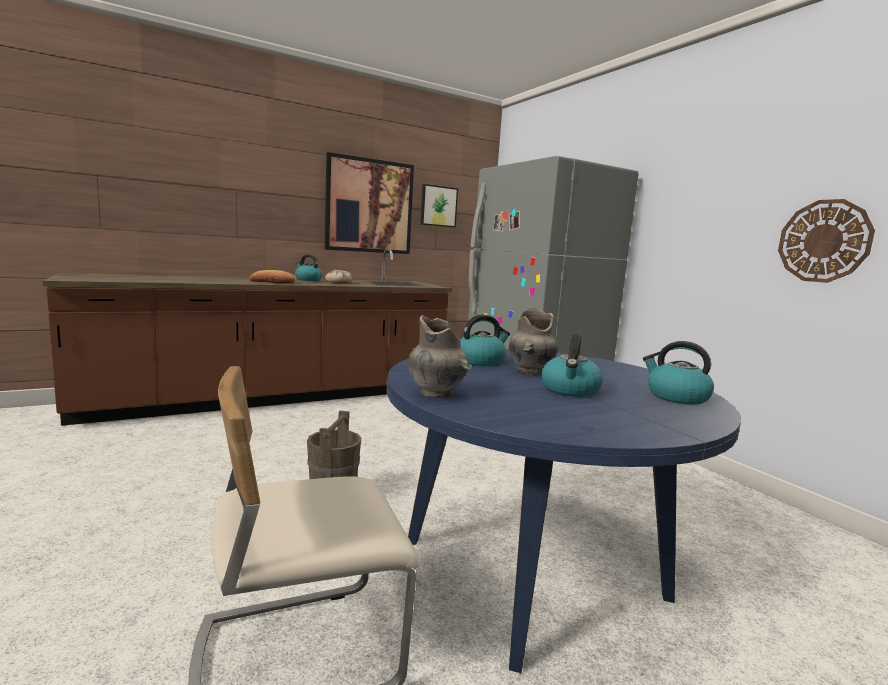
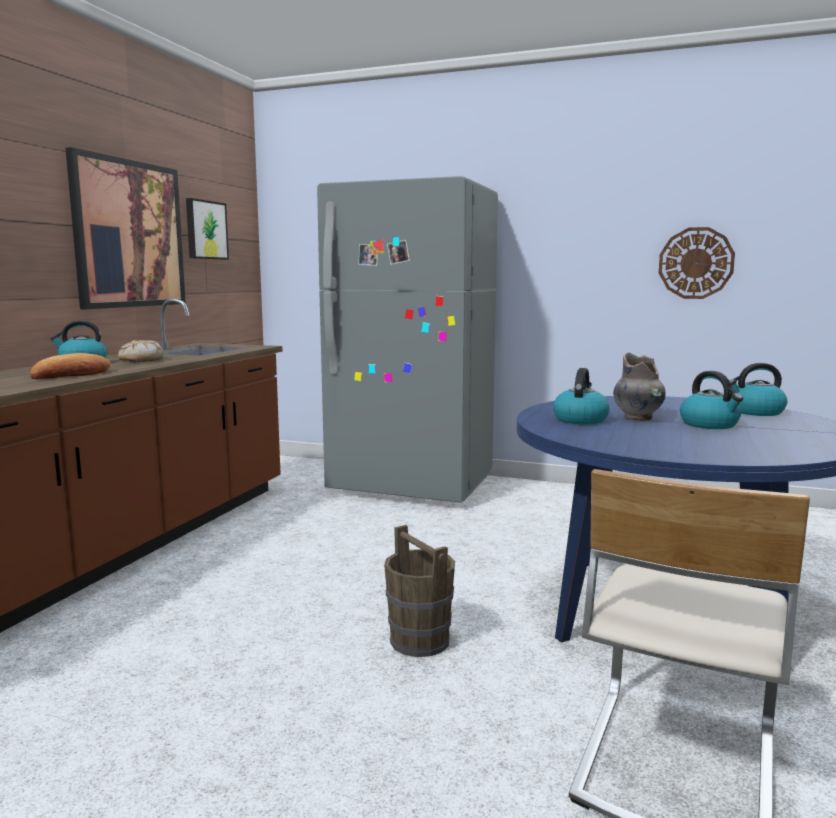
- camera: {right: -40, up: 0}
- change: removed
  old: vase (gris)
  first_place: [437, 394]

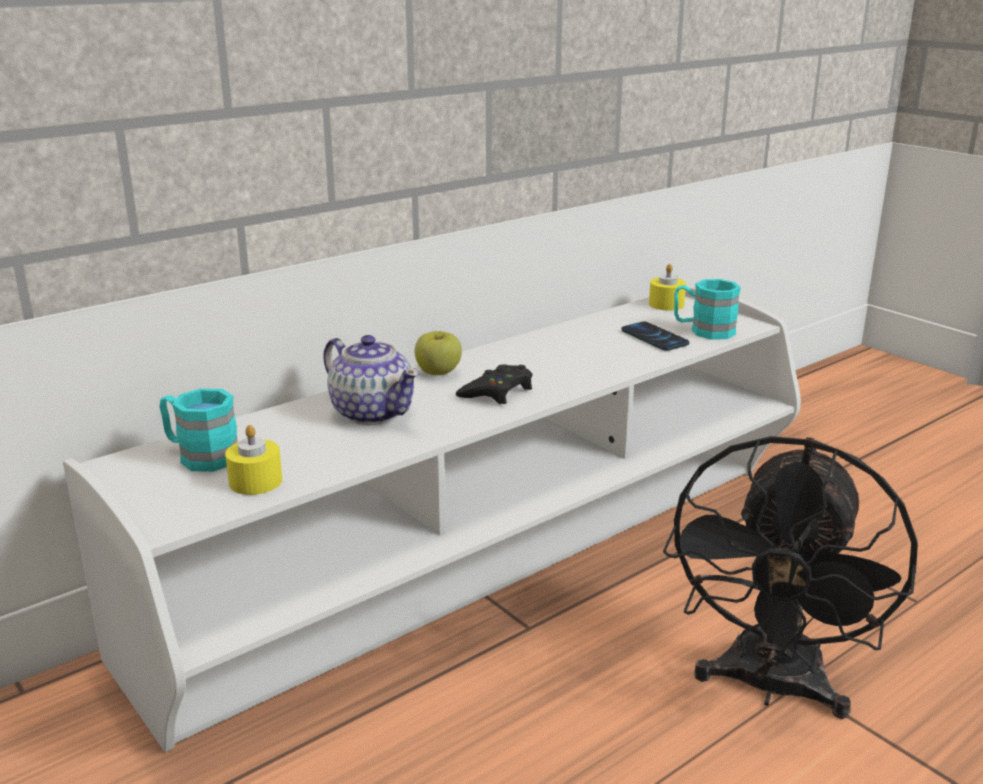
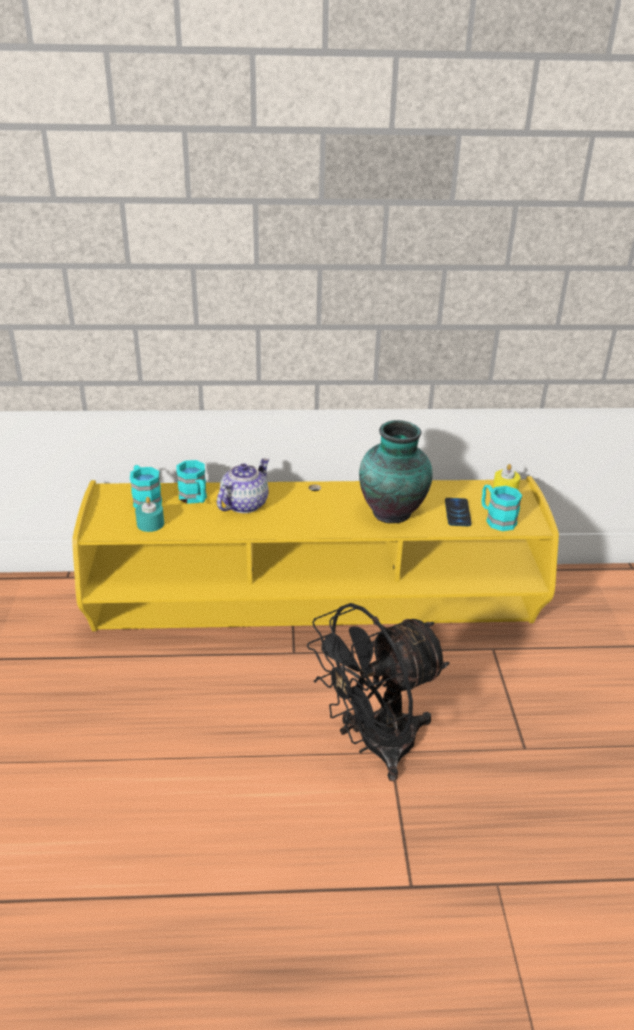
- camera: {right: 35, up: 10}
- change: recoloured
  old: meuble télé (blanc)
  new: meuble télé (jaune)
  first_place: [492, 563]
  second_place: [315, 609]
- change: removed
  old: pomme
  first_place: [439, 372]
- change: turned
  old: théière
  first_place: [372, 412]
  second_place: [243, 504]
  degrees: -135
- change: removed
  old: manette (noir)
  first_place: [497, 392]
- change: recoloured
  old: bougie (jaune)
  new: bougie (turquoise)
  first_place: [255, 481]
  second_place: [150, 524]
- change: added
  new: vase
  second_place: [393, 512]
- change: added
  new: mug (turquoise)
  second_place: [195, 498]

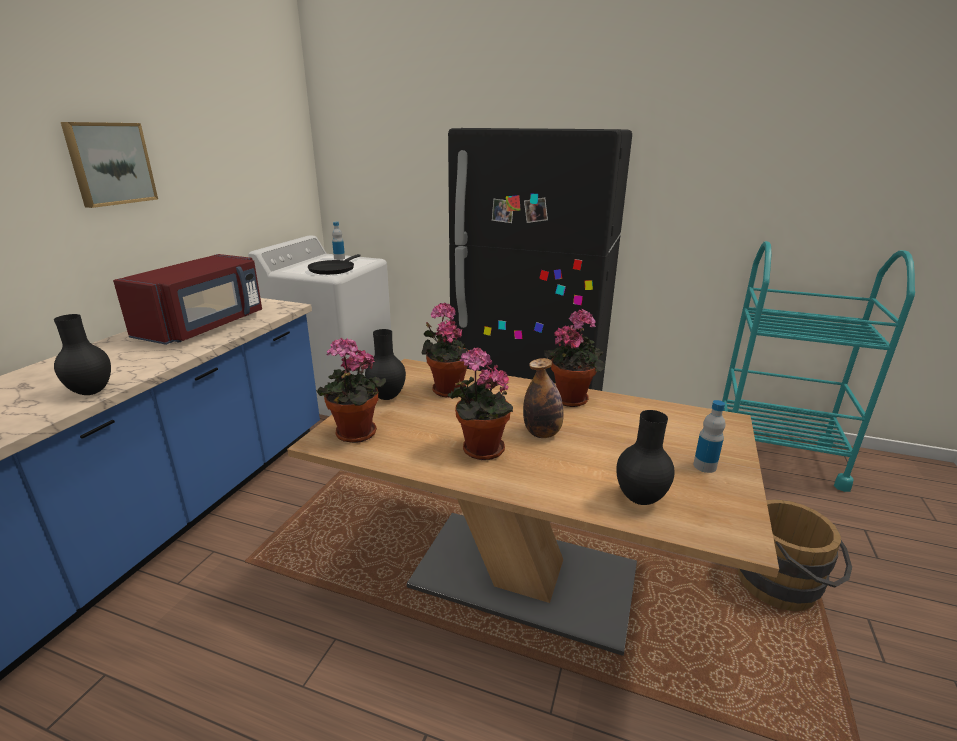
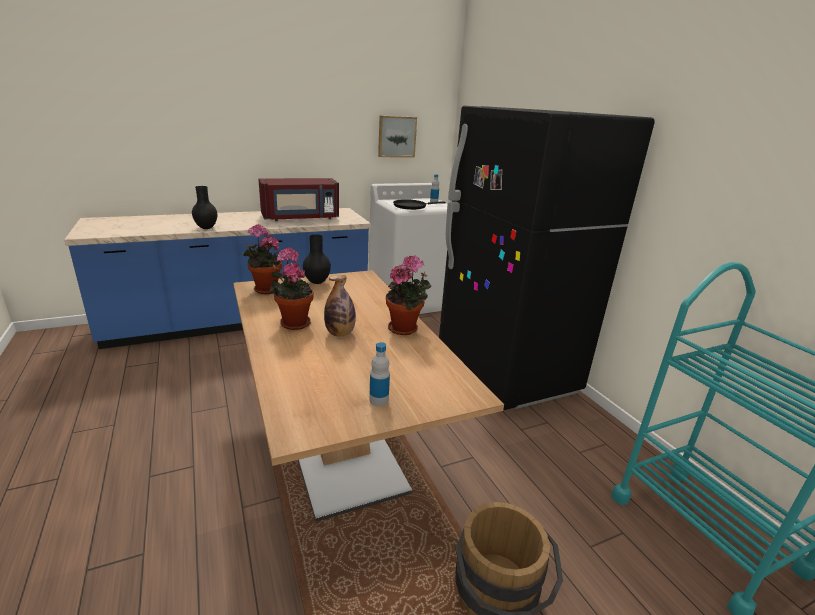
- camera: {right: 45, up: 0}
- change: moved
  old: tableau
  first_place: [110, 163]
  second_place: [396, 136]
- change: removed
  old: plante en pot
  first_place: [447, 389]
- change: removed
  old: vase (noir)
  first_place: [638, 498]

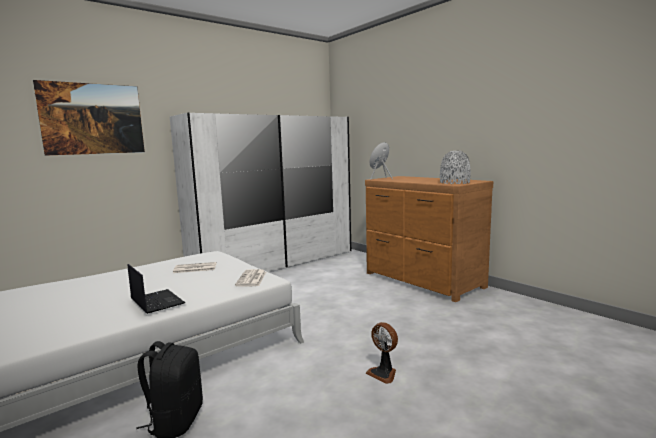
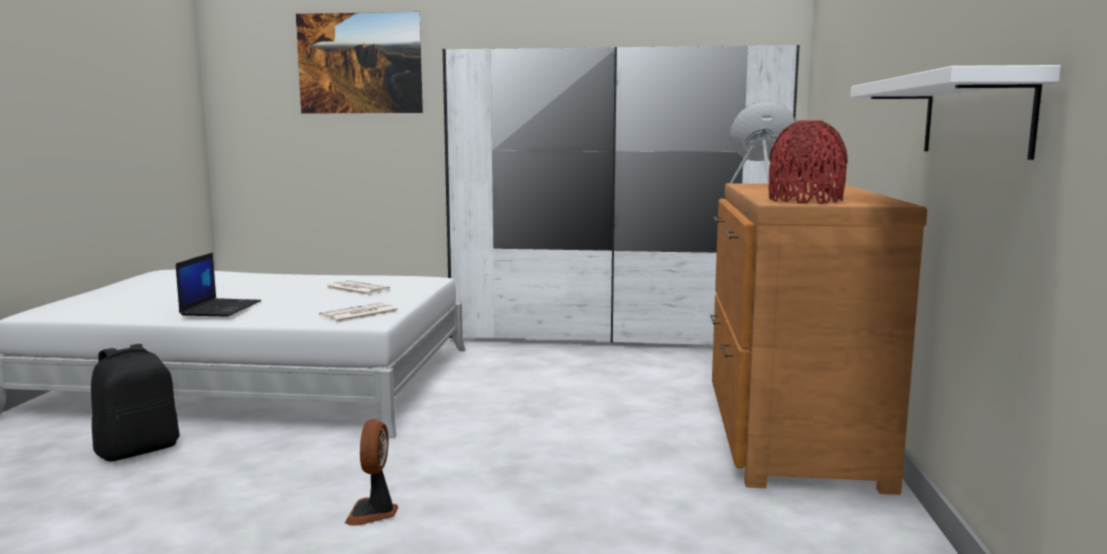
- camera: {right: 45, up: 0}
- change: recoloured
  old: vase (gris)
  new: vase (rouge)
  first_place: [454, 183]
  second_place: [805, 200]
- change: added
  new: étagère (blanc)
  second_place: [975, 116]

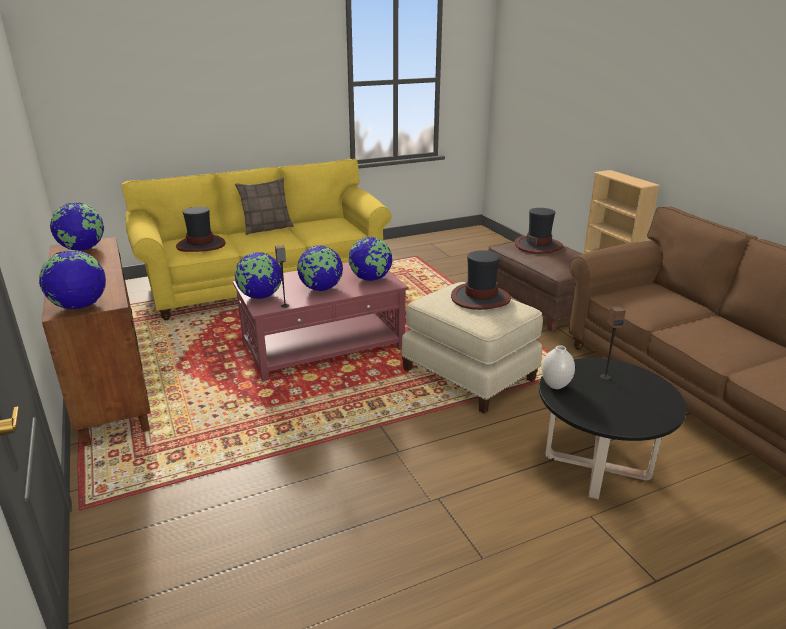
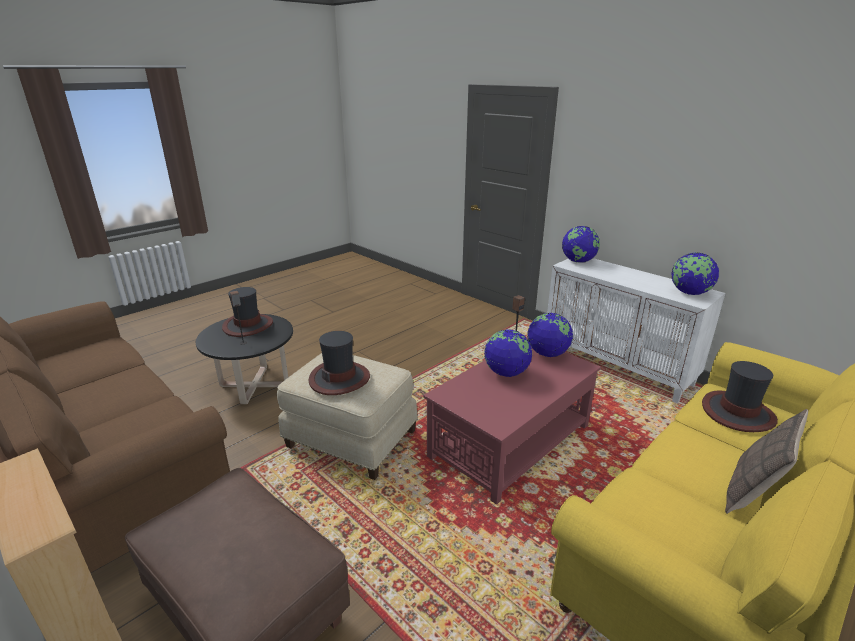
- camera: {right: 160, up: 0}
- change: moved
  old: chapeau
  first_place: [538, 245]
  second_place: [248, 325]
- change: recoloured
  old: meuble de rangement (marron)
  new: meuble de rangement (blanc)
  first_place: [111, 388]
  second_place: [617, 366]
- change: removed
  old: globe
  first_place: [371, 279]
- change: removed
  old: vase (blanc)
  first_place: [555, 385]

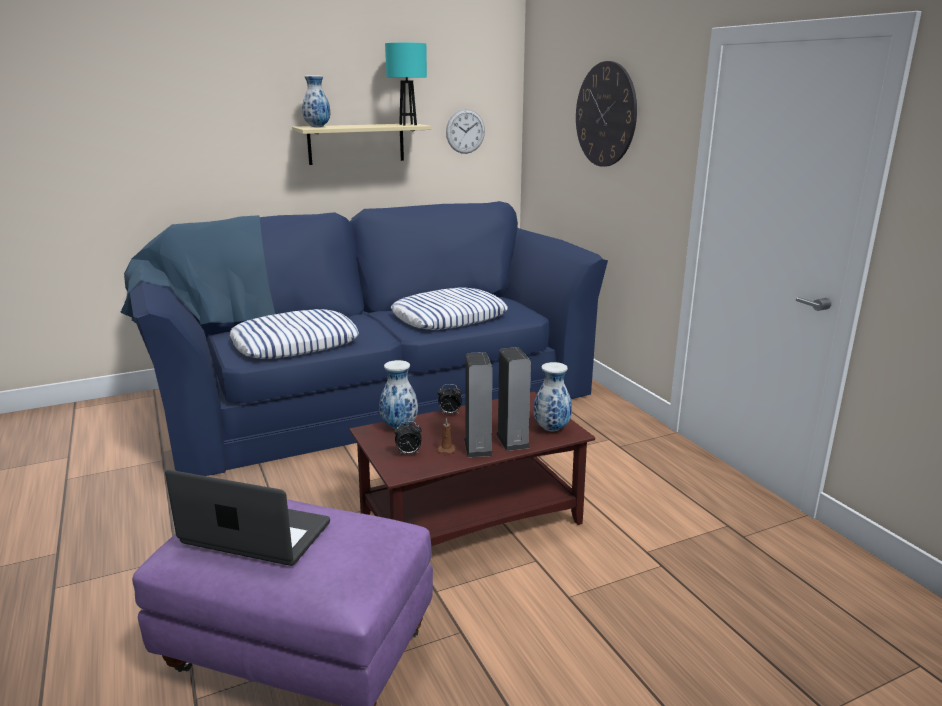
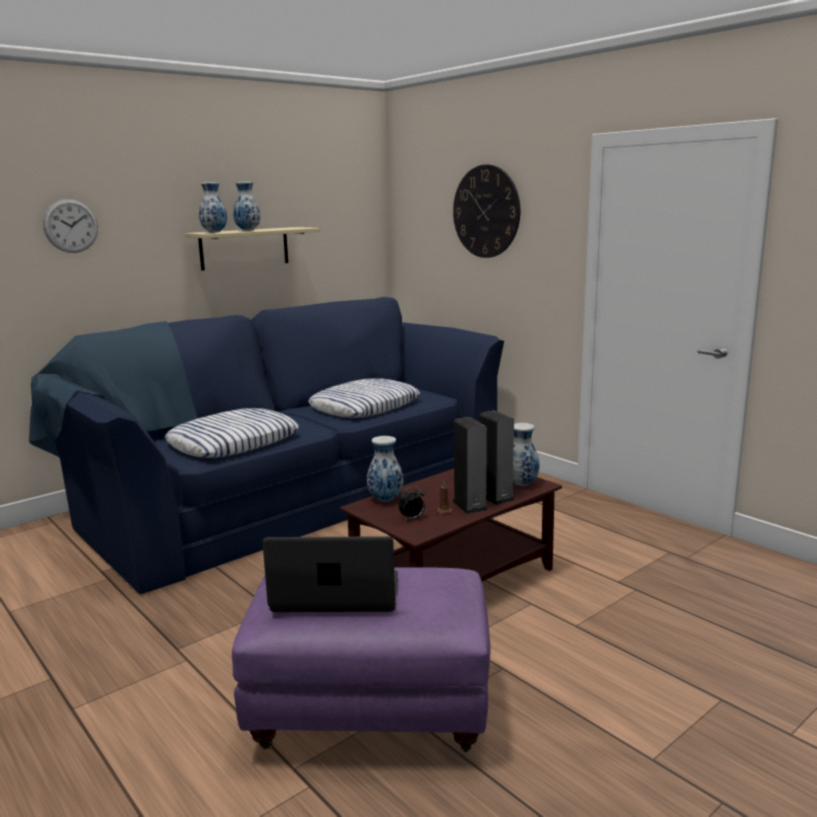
- camera: {right: -15, up: -5}
- change: removed
  old: lampe de table (turquoise)
  first_place: [408, 124]
- change: moved
  old: horloge murale
  first_place: [465, 131]
  second_place: [71, 226]
- change: removed
  old: réveil
  first_place: [449, 413]
- change: added
  new: vase
  second_place: [248, 230]

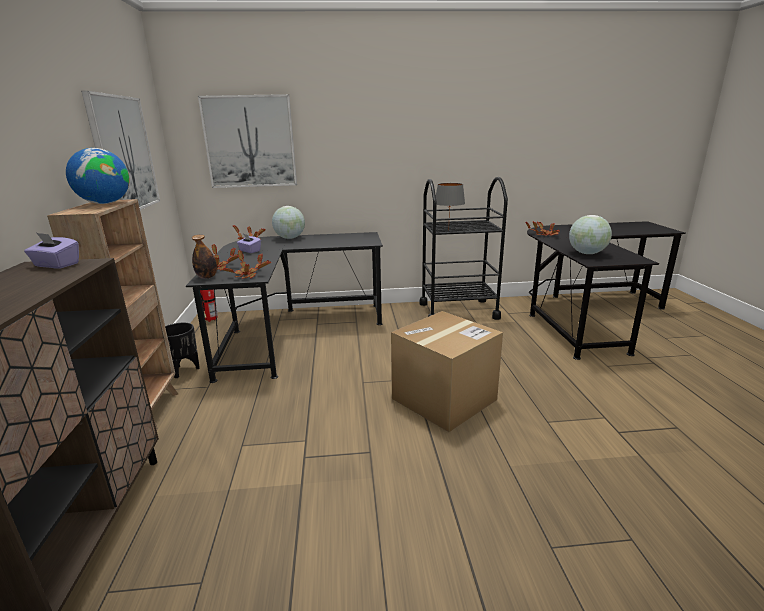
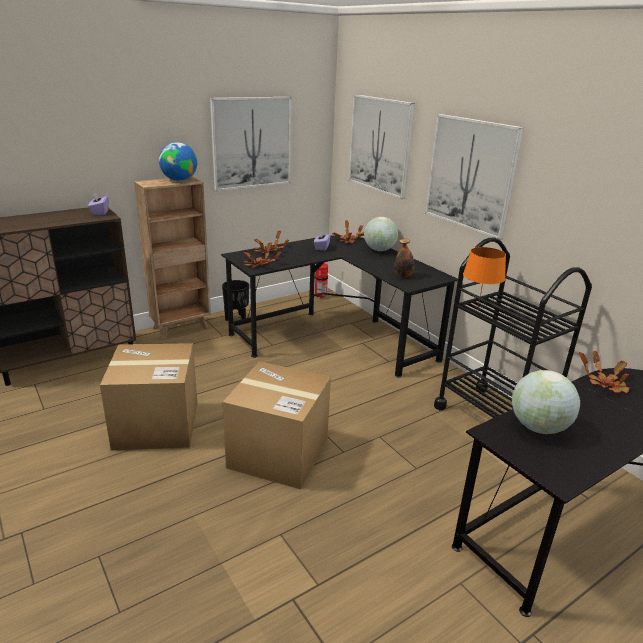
- camera: {right: 60, up: 5}
- change: recoloured
  old: lampe de table (gris)
  new: lampe de table (orange)
  first_place: [448, 230]
  second_place: [477, 309]
- change: moved
  old: bouteille
  first_place: [207, 277]
  second_place: [403, 276]
- change: added
  new: tableau
  second_place: [471, 174]
- change: added
  new: carton
  second_place: [156, 425]

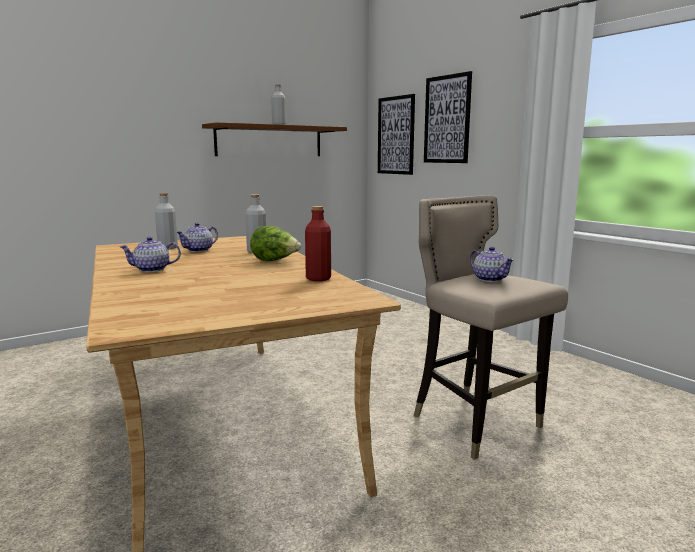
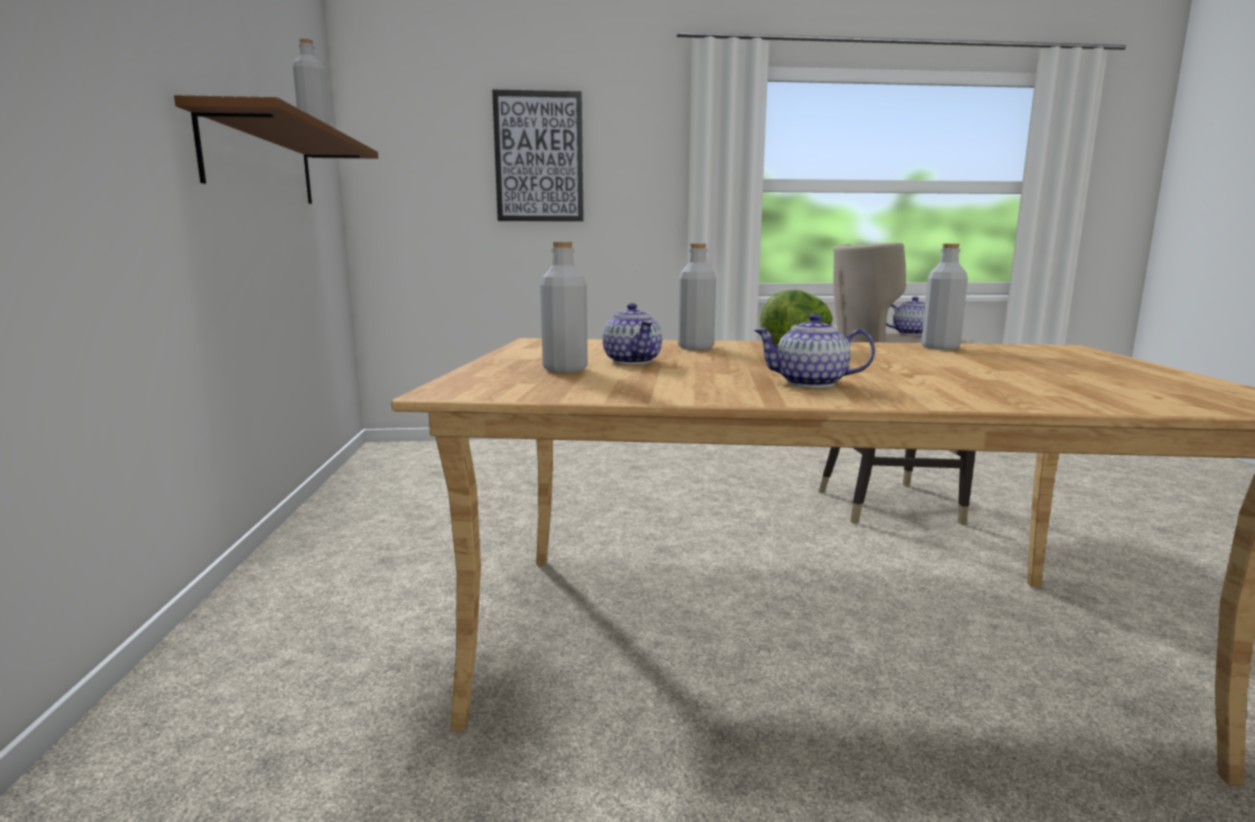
- camera: {right: -60, up: 0}
- change: removed
  old: tableau
  first_place: [396, 135]
- change: recoloured
  old: bouteille (rouge)
  new: bouteille (gris)
  first_place: [318, 278]
  second_place: [940, 347]
- change: turned
  old: théière
  first_place: [152, 269]
  second_place: [811, 383]
  degrees: 90

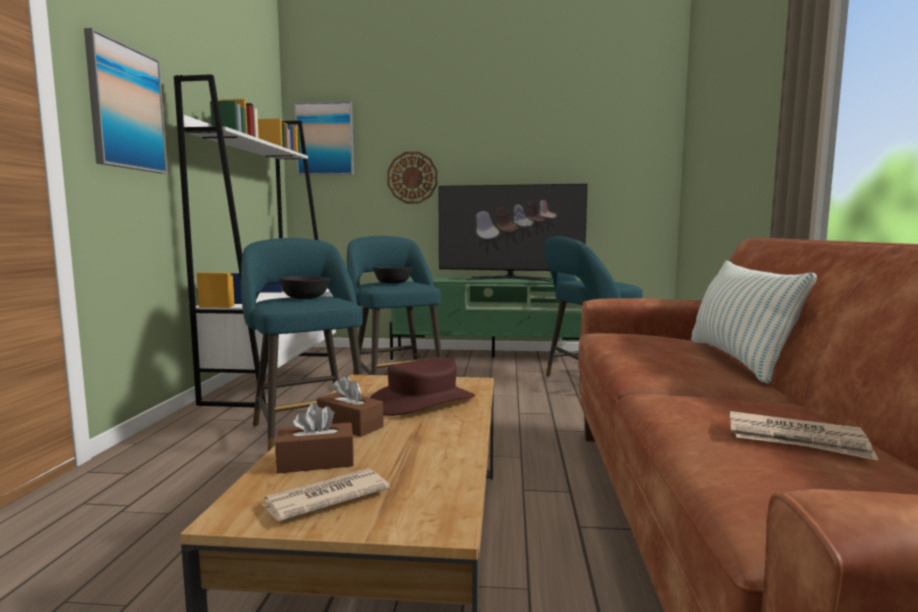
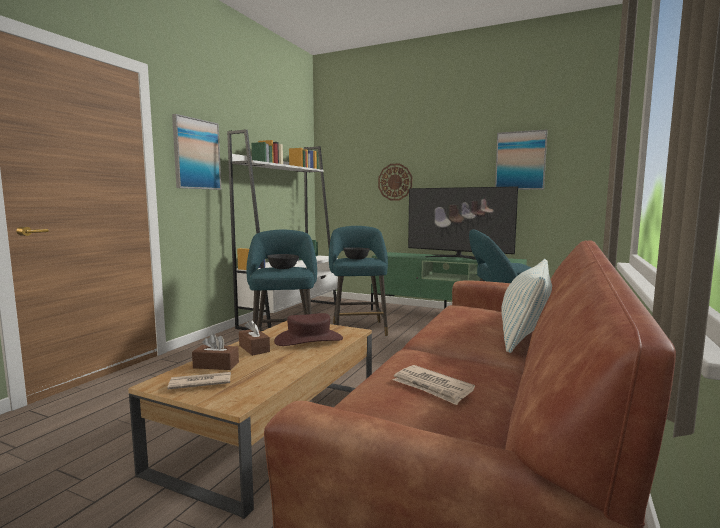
- camera: {right: 20, up: 0}
- change: moved
  old: tableau
  first_place: [325, 139]
  second_place: [520, 160]

